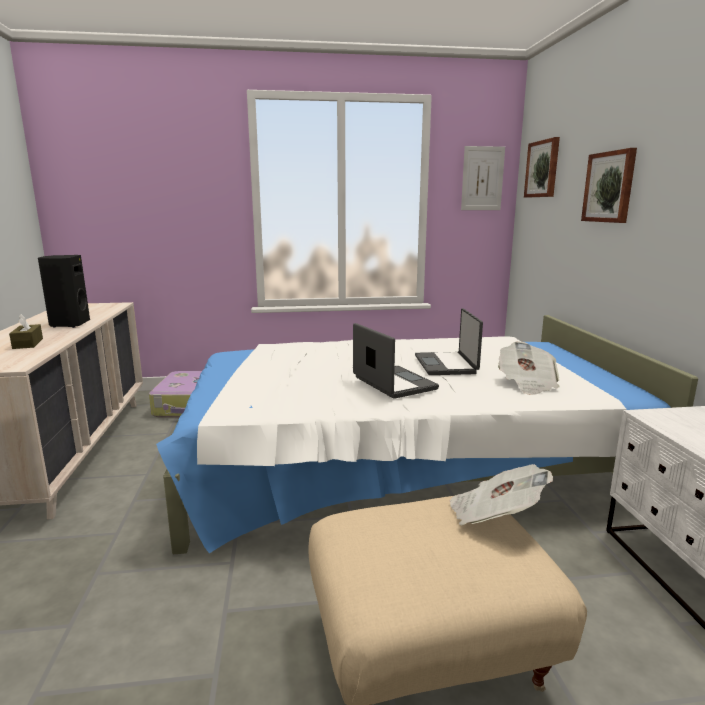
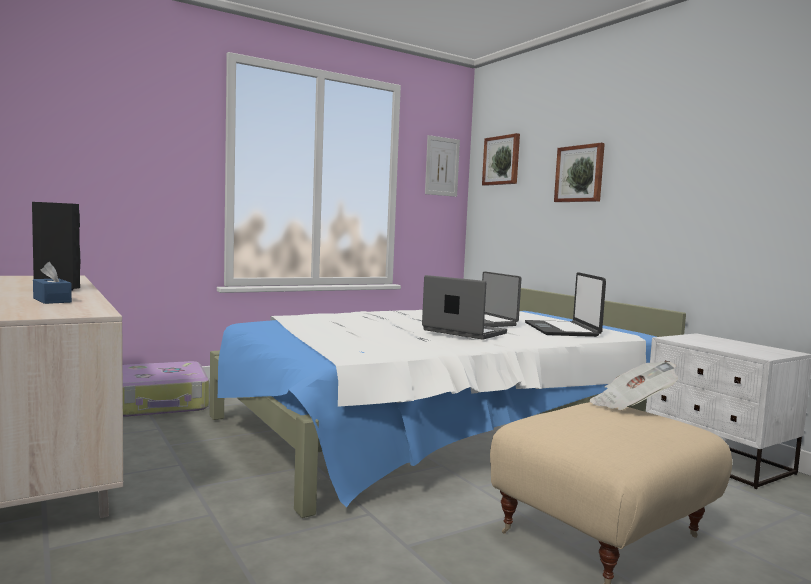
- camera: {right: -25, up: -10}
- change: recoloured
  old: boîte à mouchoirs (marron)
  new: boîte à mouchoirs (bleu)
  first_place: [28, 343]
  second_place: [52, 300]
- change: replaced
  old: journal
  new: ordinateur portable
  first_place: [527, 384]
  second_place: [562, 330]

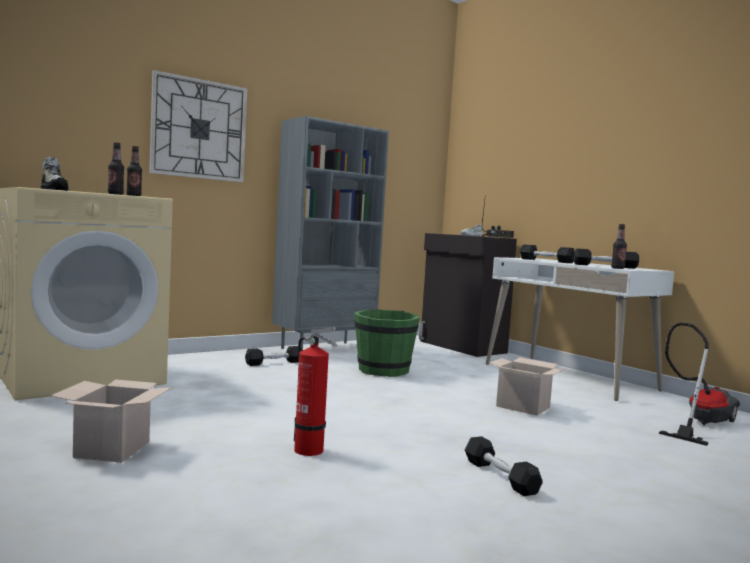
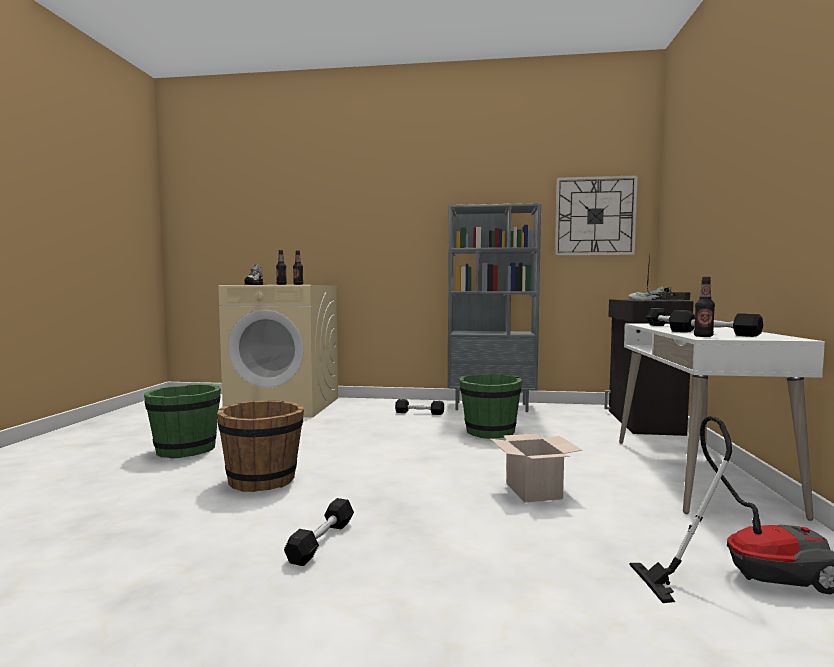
- camera: {right: 45, up: 0}
- change: moved
  old: horloge murale
  first_place: [199, 129]
  second_place: [594, 216]
- change: replaced
  old: extincteur
  new: seau (marron)
  first_place: [311, 451]
  second_place: [263, 479]
- change: replaced
  old: carton
  new: seau (vert)
  first_place: [112, 449]
  second_place: [185, 450]

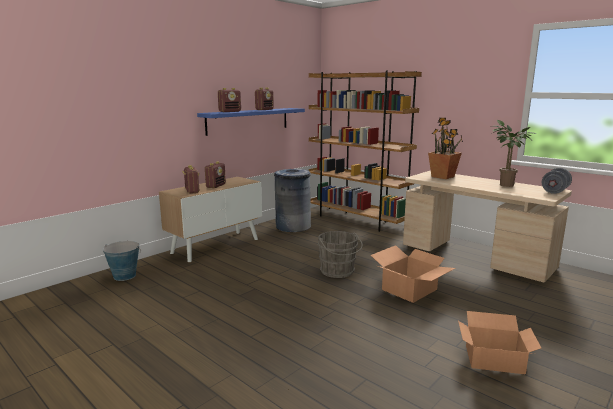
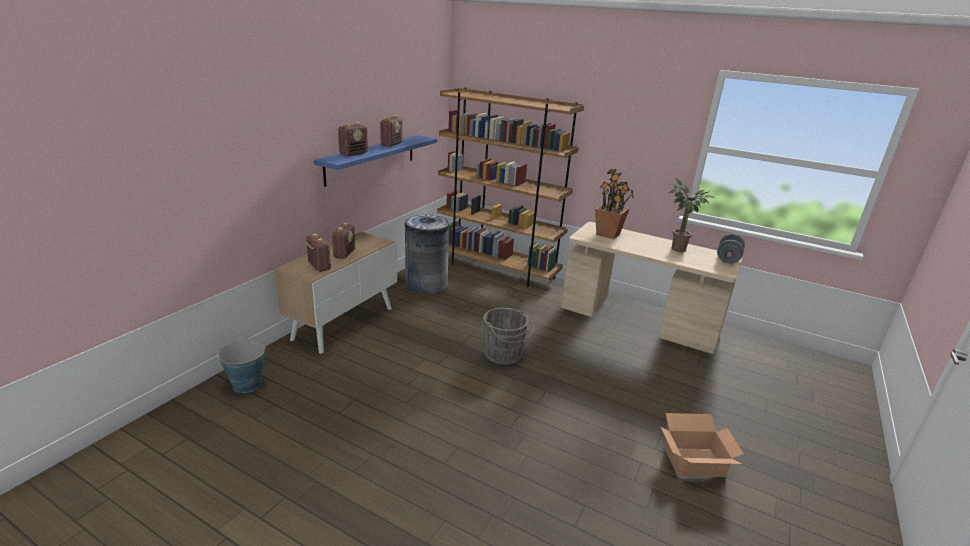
- camera: {right: -15, up: 10}
- change: removed
  old: carton
  first_place: [410, 289]

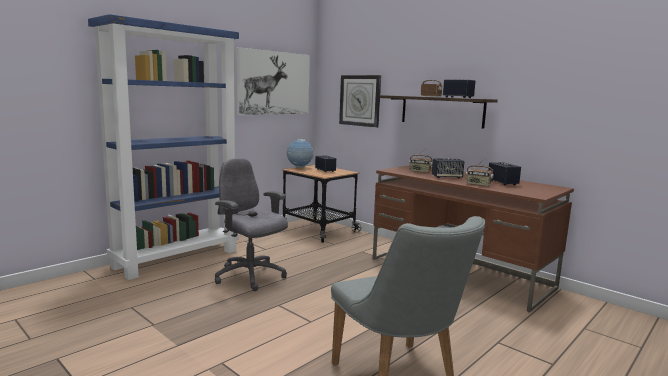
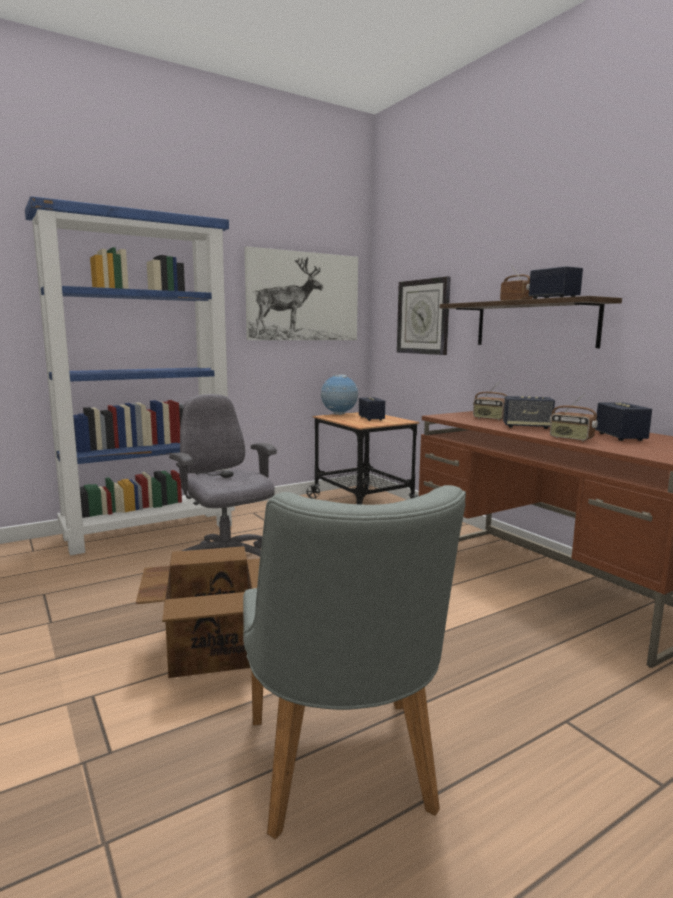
- camera: {right: 15, up: 0}
- change: added
  new: carton
  second_place: [212, 649]

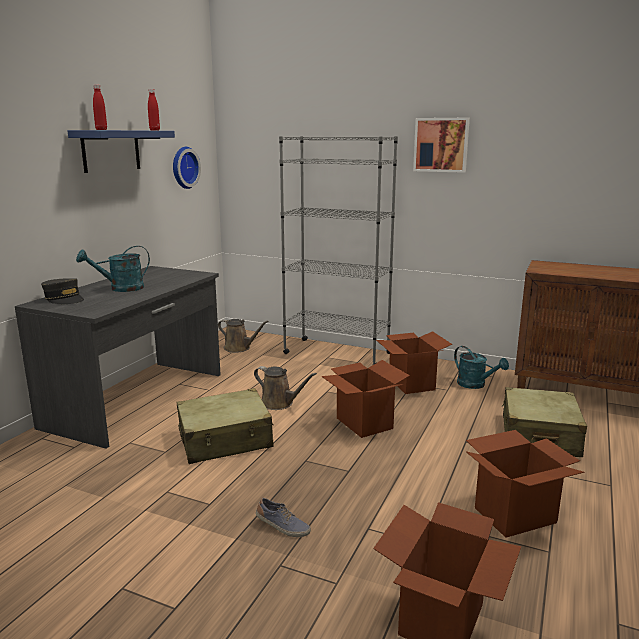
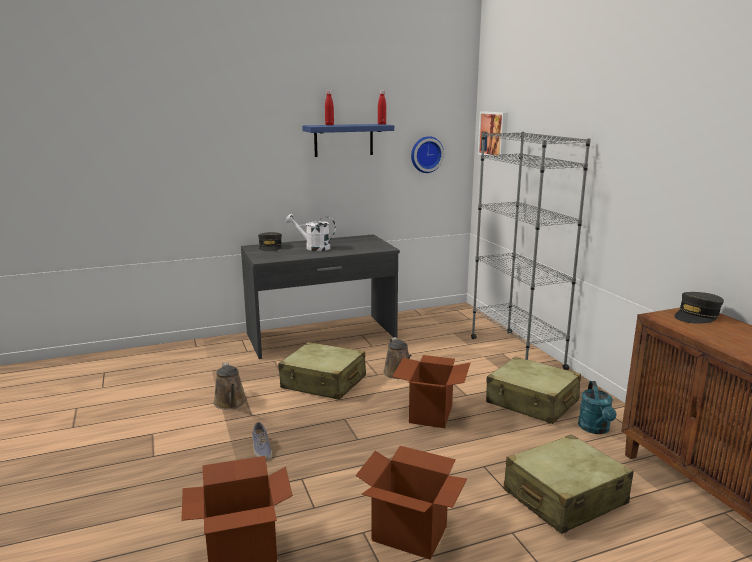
- camera: {right: 45, up: 0}
- change: moved
  old: tableau
  first_place: [441, 145]
  second_place: [494, 134]
- change: recoloured
  old: arrosoir (turquoise)
  new: arrosoir (blanc)
  first_place: [120, 289]
  second_place: [313, 247]
- change: moved
  old: arrosoir (marron)
  first_place: [239, 348]
  second_place: [230, 403]
- change: replaced
  old: carton
  new: valise (beige)
  first_place: [411, 384]
  second_place: [532, 402]
- change: added
  new: casquette (gris)
  second_place: [697, 316]

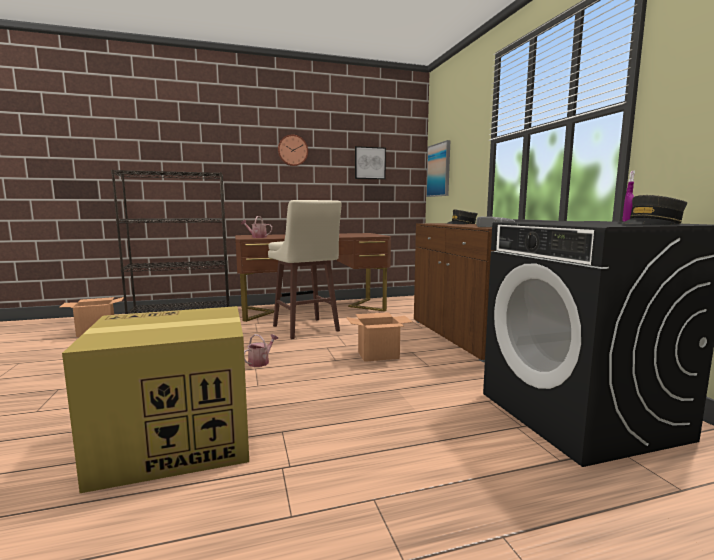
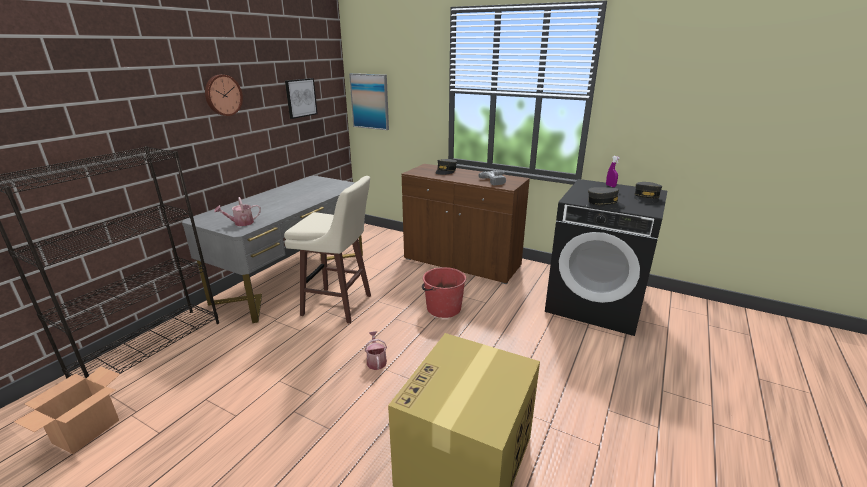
- camera: {right: -45, up: 15}
- change: recoloured
  old: bureau (marron)
  new: bureau (gris)
  first_place: [313, 309]
  second_place: [294, 277]
- change: replaced
  old: carton
  new: seau (rouge)
  first_place: [379, 355]
  second_place: [443, 308]
- change: added
  new: casquette (gris)
  second_place: [604, 203]

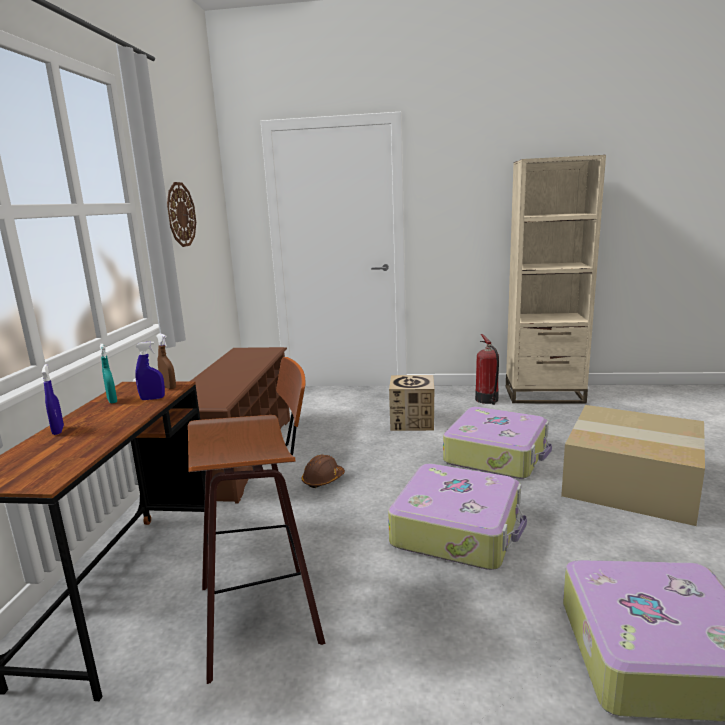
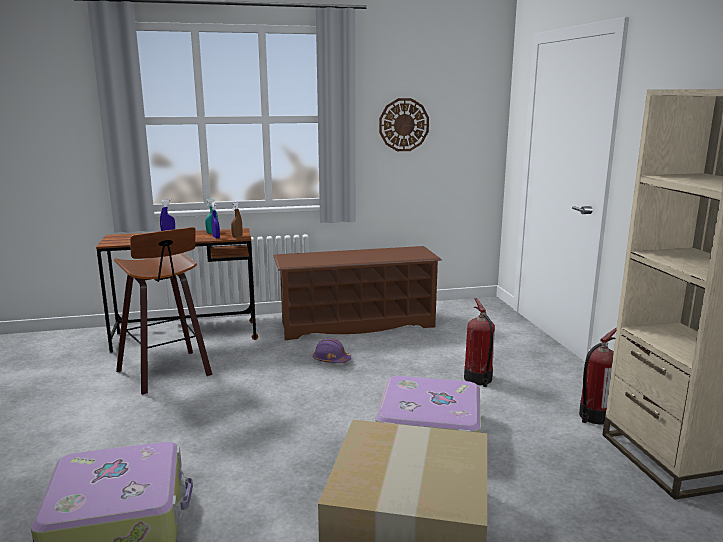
- camera: {right: 70, up: 0}
- change: replaced
  old: carton
  new: extincteur
  first_place: [412, 422]
  second_place: [478, 379]
- change: recoloured
  old: casque de chantier (marron)
  new: casque de chantier (violet)
  first_place: [323, 480]
  second_place: [331, 360]
- change: removed
  old: valise
  first_place: [458, 529]

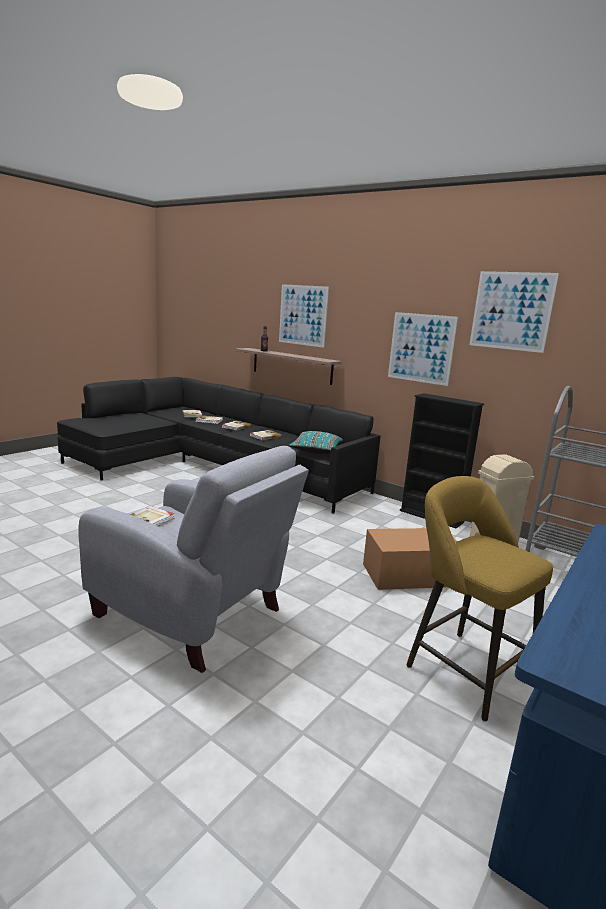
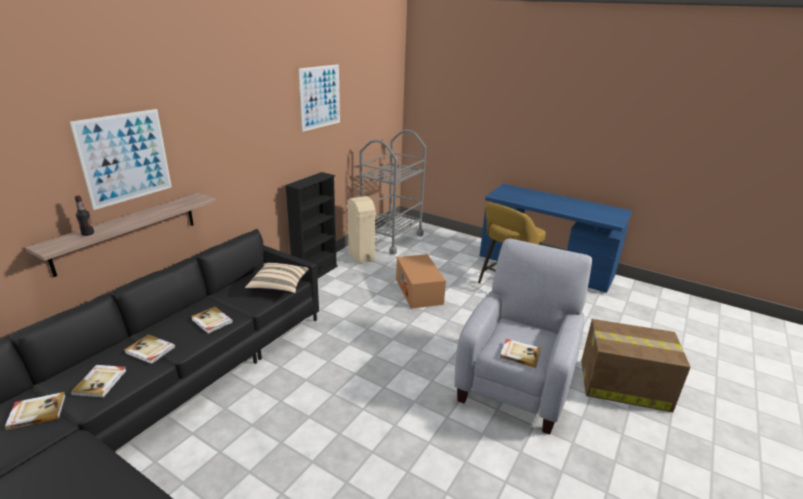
- camera: {right: -95, up: 10}
- change: removed
  old: tableau
  first_place: [421, 348]
- change: recoloured
  old: coussin (turquoise)
  new: coussin (beige)
  first_place: [316, 452]
  second_place: [279, 287]
- change: added
  new: carton
  second_place: [622, 385]

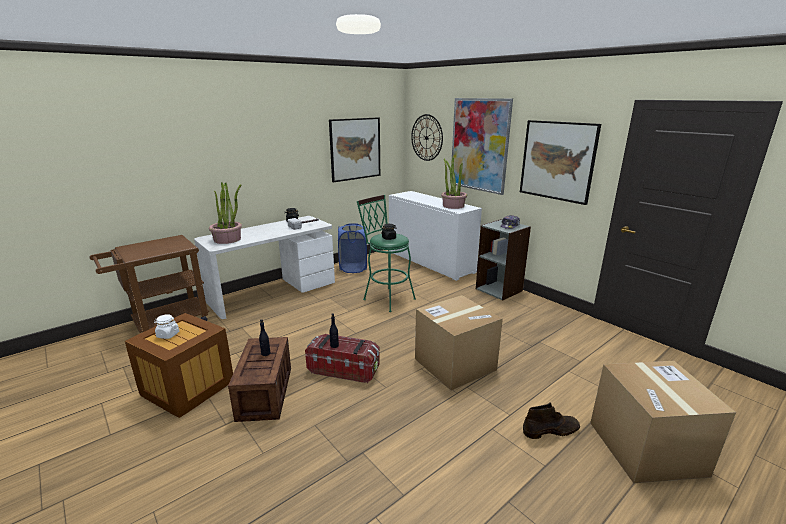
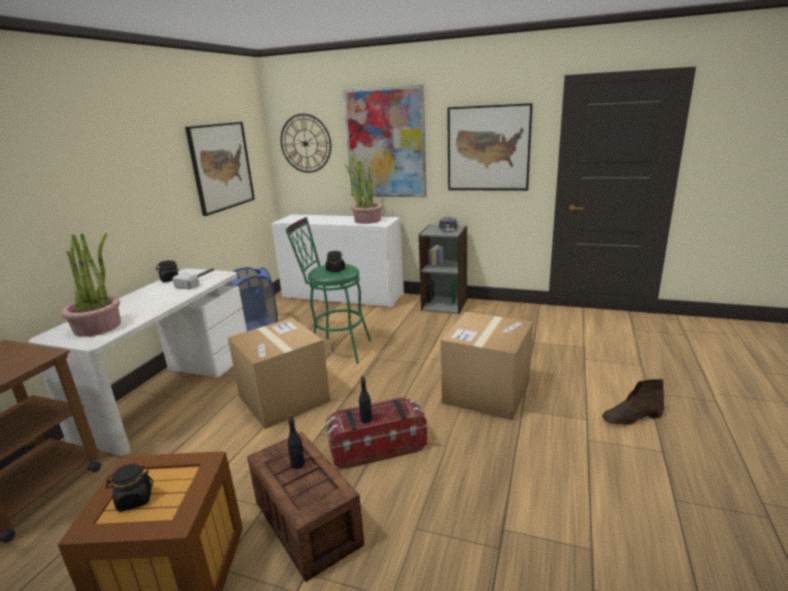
- camera: {right: -30, up: 0}
- change: recoloured
  old: bocal (blanc)
  new: bocal (noir)
  first_place: [168, 335]
  second_place: [134, 500]
- change: moved
  old: carton
  first_place: [646, 448]
  second_place: [284, 399]
- change: turned
  old: botte (marron)
  first_place: [551, 430]
  second_place: [631, 417]
  degrees: -150

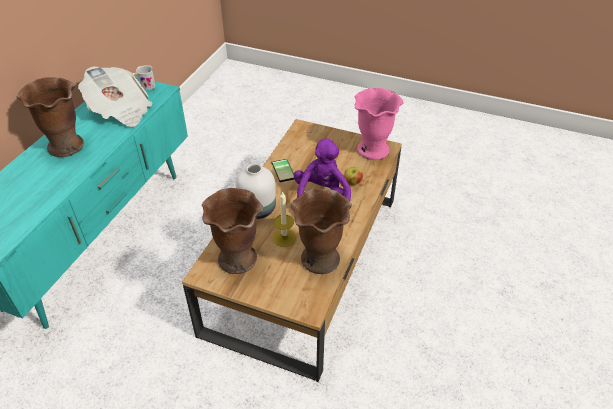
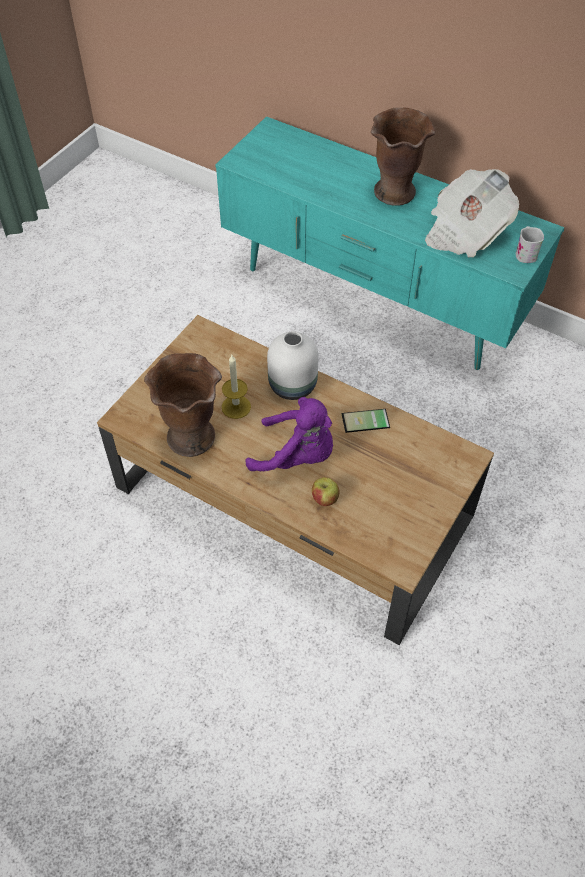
- camera: {right: 100, up: 10}
- change: removed
  old: vase (rose)
  first_place: [373, 150]
- change: removed
  old: vase (marron)
  first_place: [238, 259]

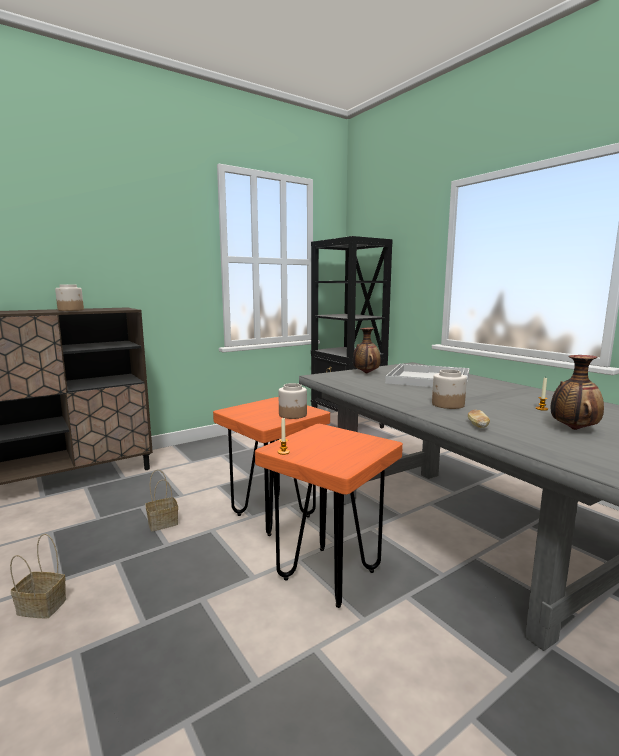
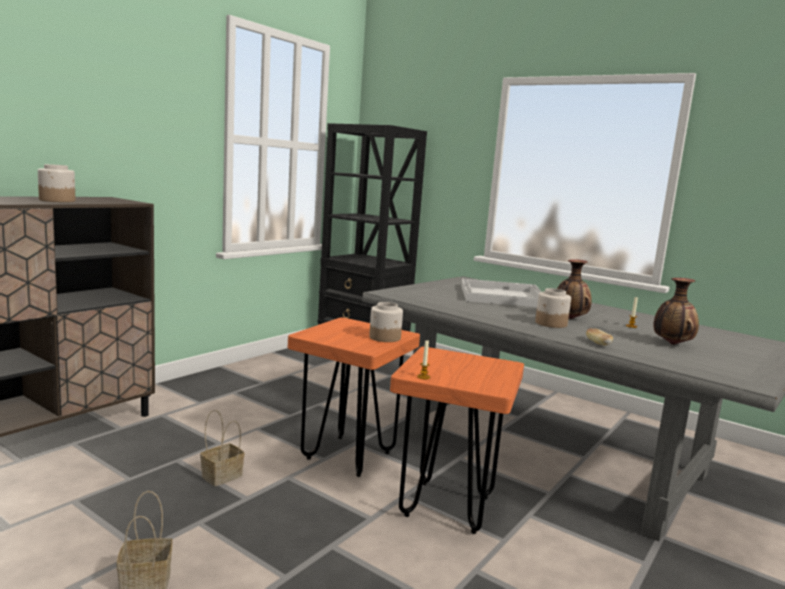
- camera: {right: -20, up: 0}
- change: moved
  old: vase
  first_place: [365, 373]
  second_place: [569, 318]

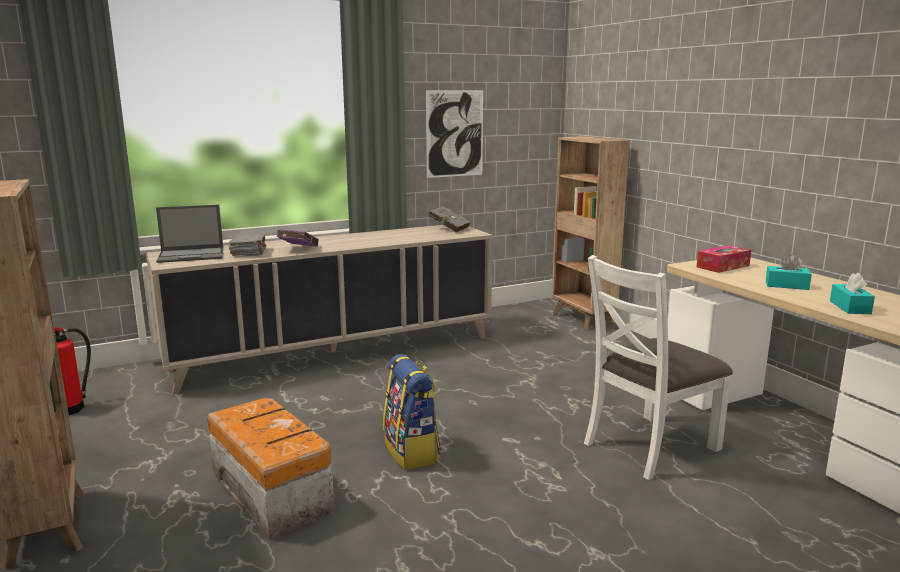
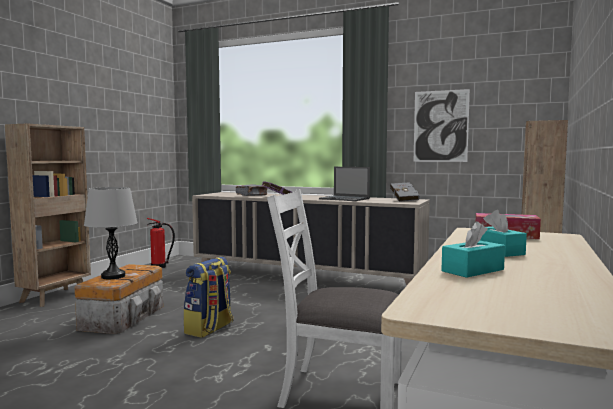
- camera: {right: 50, up: -10}
- change: moved
  old: ordinateur portable
  first_place: [192, 255]
  second_place: [345, 199]
- change: added
  new: lampe de table (gris)
  second_place: [113, 276]

